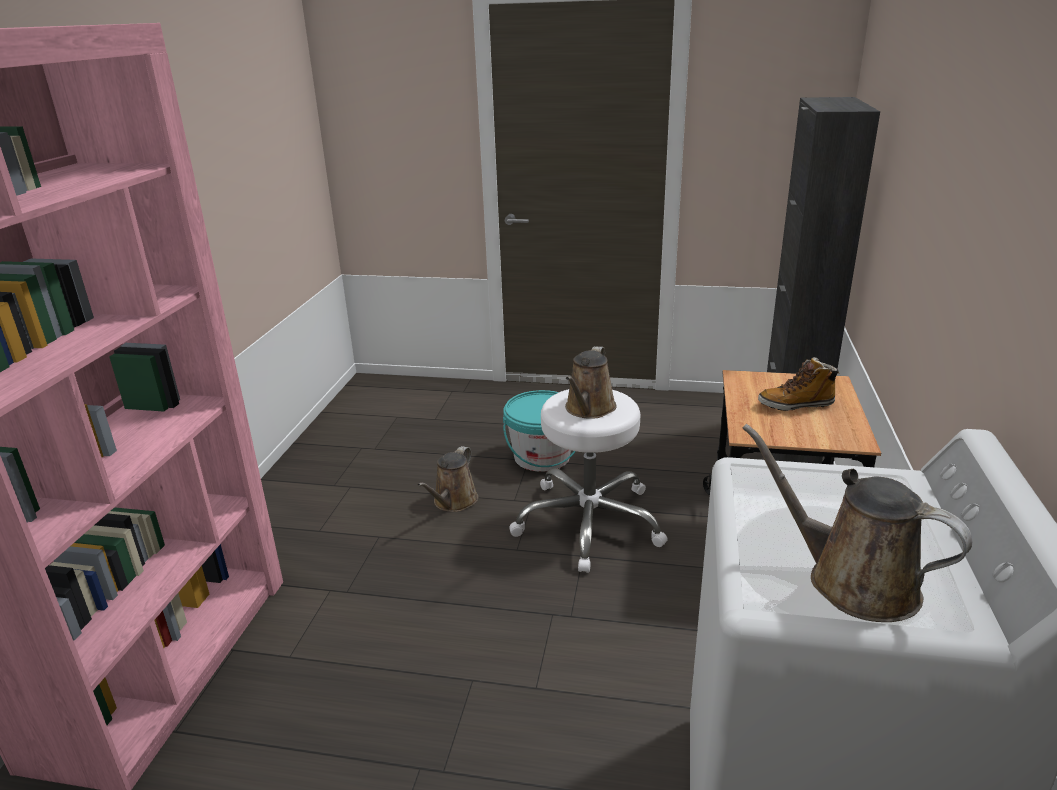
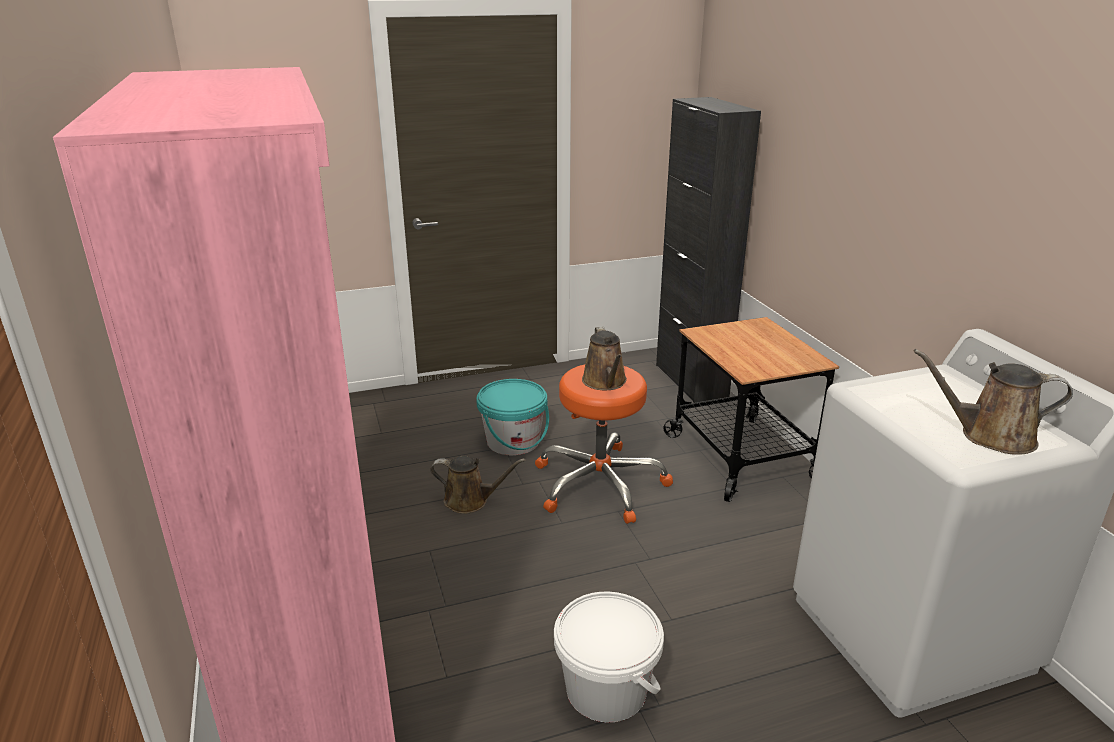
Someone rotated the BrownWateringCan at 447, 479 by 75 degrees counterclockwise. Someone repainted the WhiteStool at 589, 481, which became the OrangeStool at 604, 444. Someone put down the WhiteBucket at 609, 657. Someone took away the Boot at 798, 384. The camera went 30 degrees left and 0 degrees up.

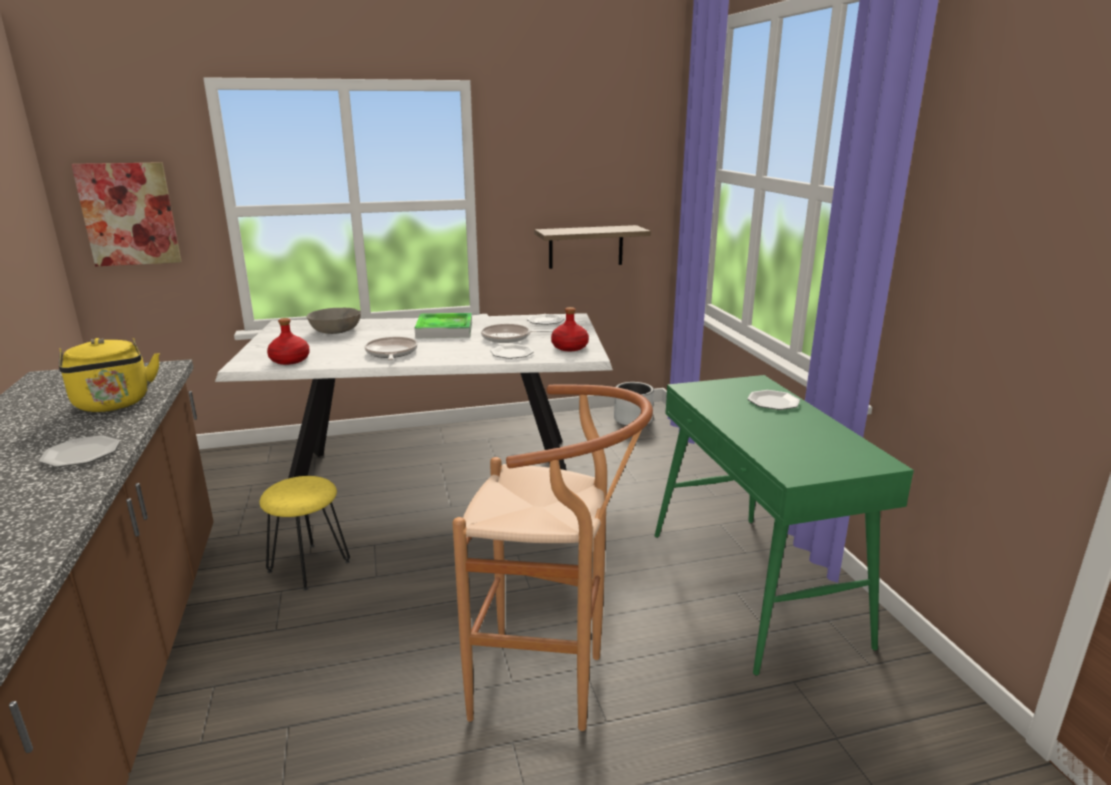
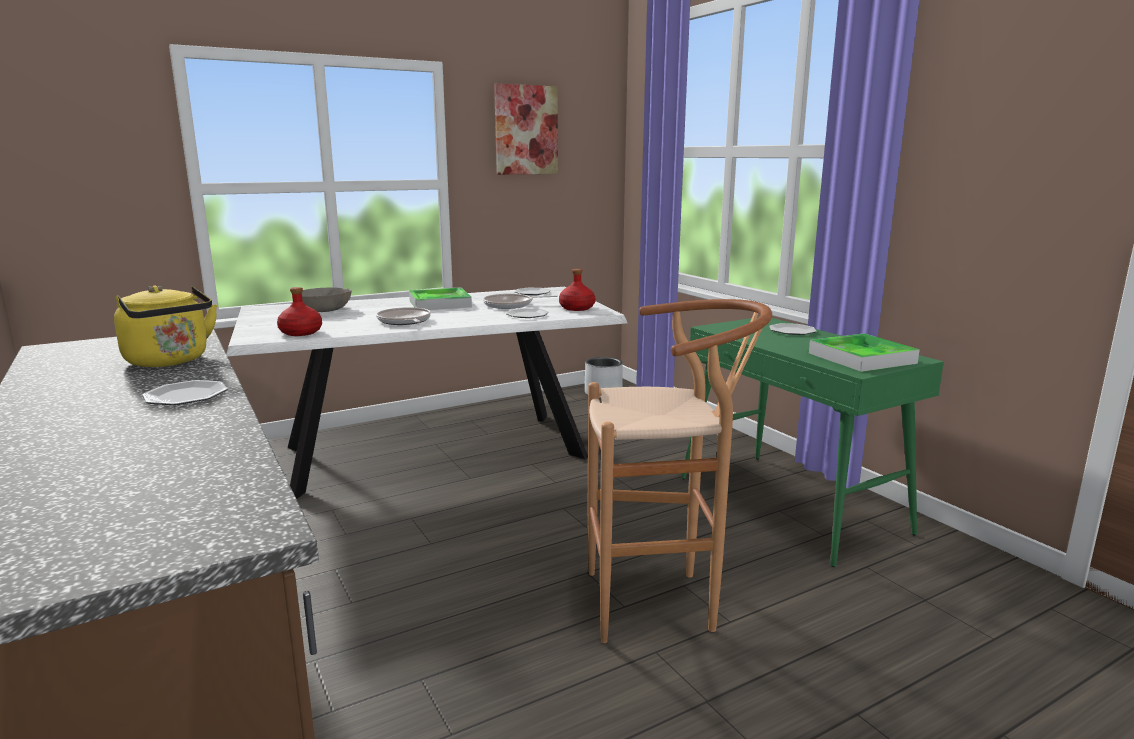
Someone carried the Picture from 126, 214 to 526, 129. Someone put down the Tray at 864, 352. Someone took away the YellowStool at 304, 533. Someone took away the Shelf at 593, 247. The camera went 15 degrees left and 5 degrees down.

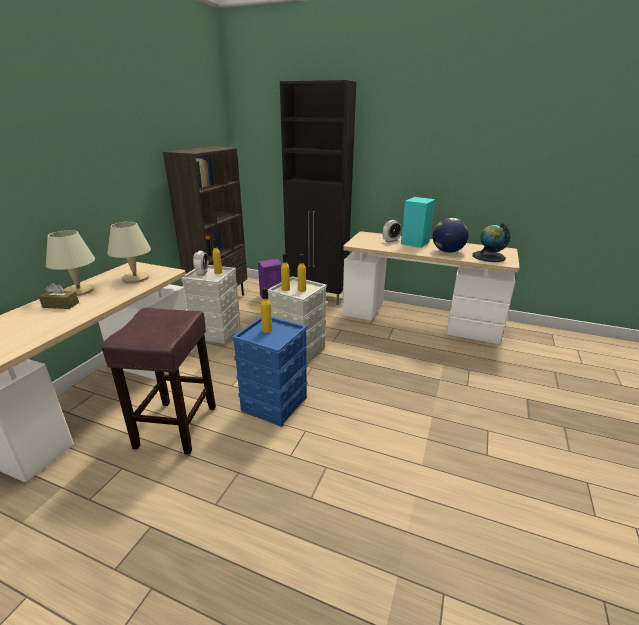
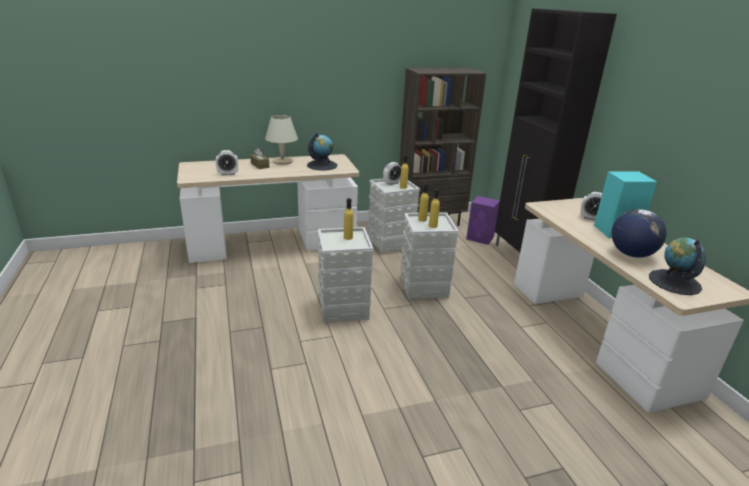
Someone put down the AlarmClock at 227, 163. Someone swapped the BeigeTableLamp at 129, 252 for the Globe at 322, 152. Someone repainted the BlueStorageBox at 270, 372, which became the GreyStorageBox at 346, 275. Someone took away the BrownStool at 159, 381. The camera went 50 degrees right and 0 degrees up.

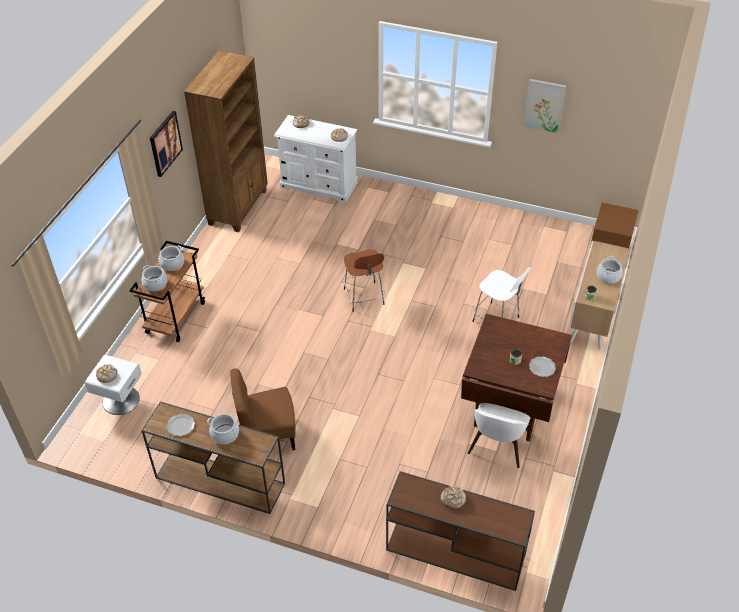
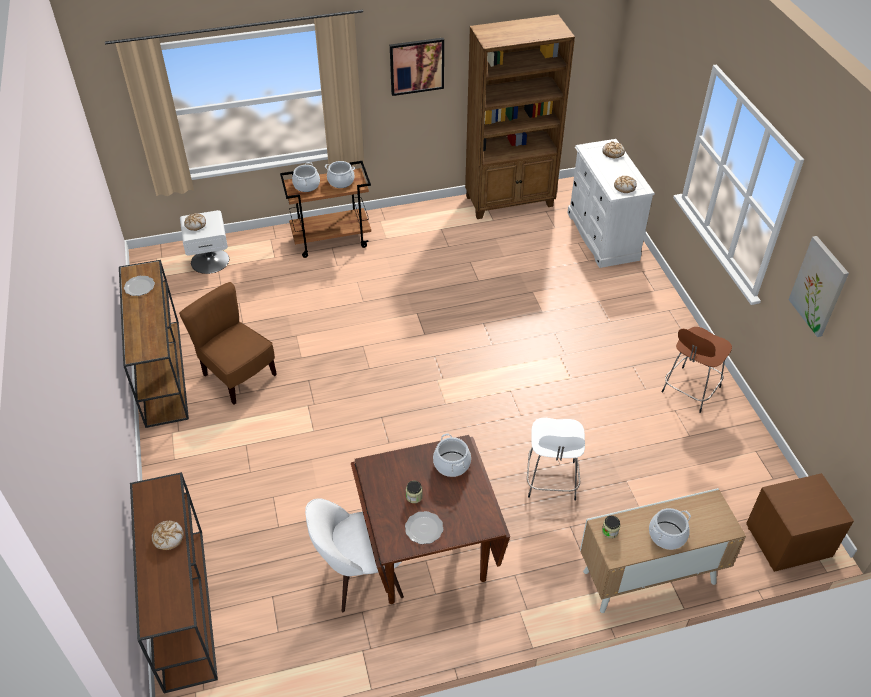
Someone carried the CookingPot from 223, 429 to 452, 455. Someone carried the BrownStool from 364, 280 to 697, 370. The camera went 55 degrees right and 0 degrees up.

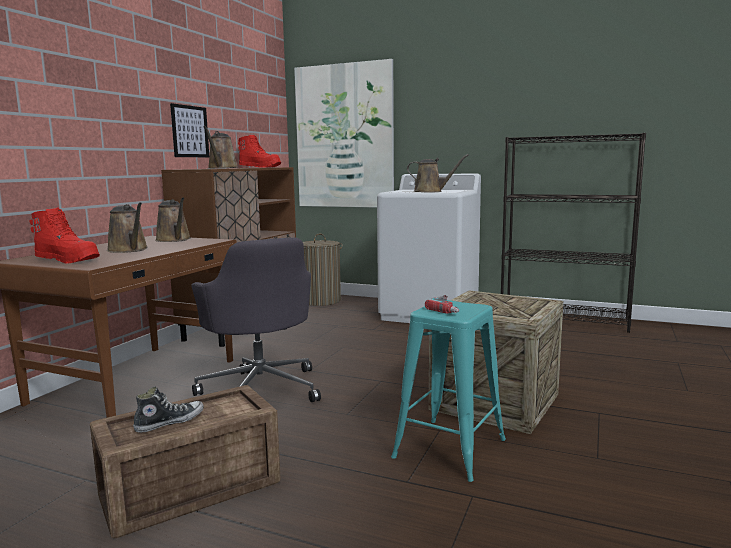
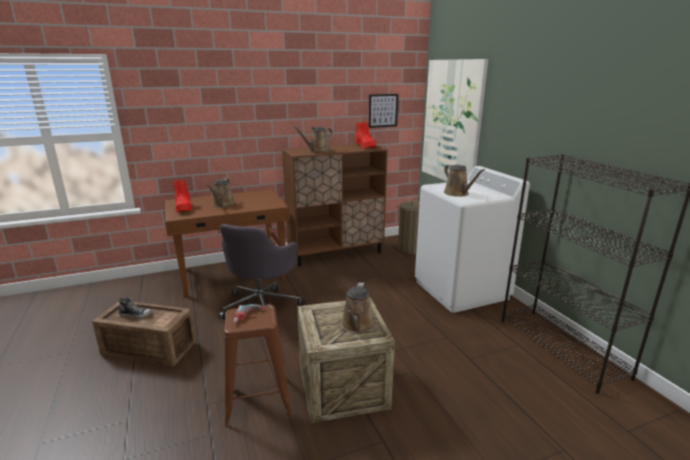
Someone repainted the TurquoiseStool at 448, 391, which became the BrownStool at 258, 366. Someone carried the BrownWateringCan from 173, 219 to 358, 308. Someone carried the Picture from 189, 130 to 383, 111. The camera went 45 degrees right and 10 degrees up.

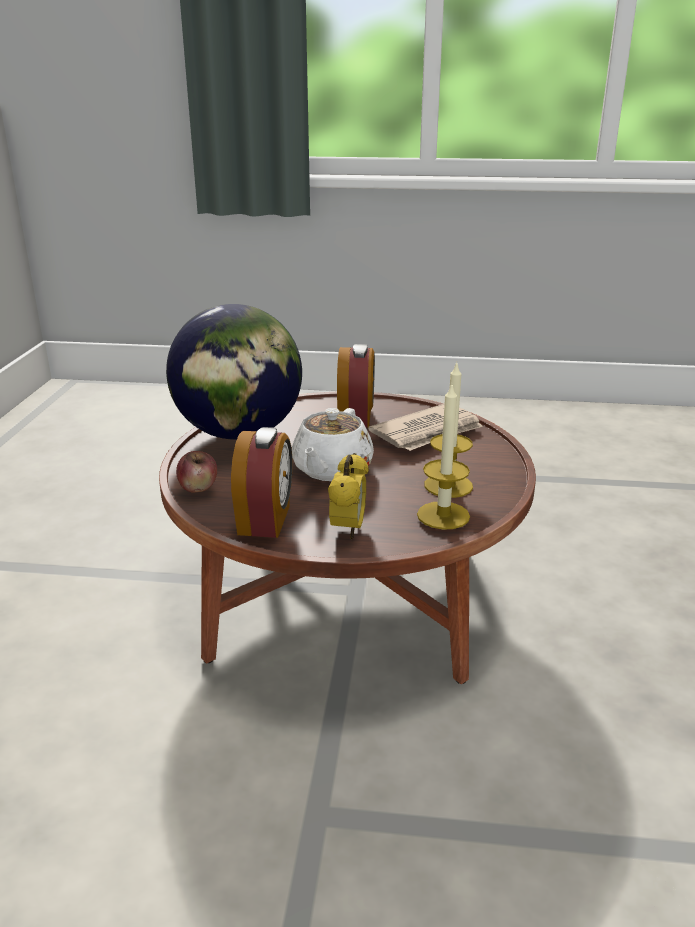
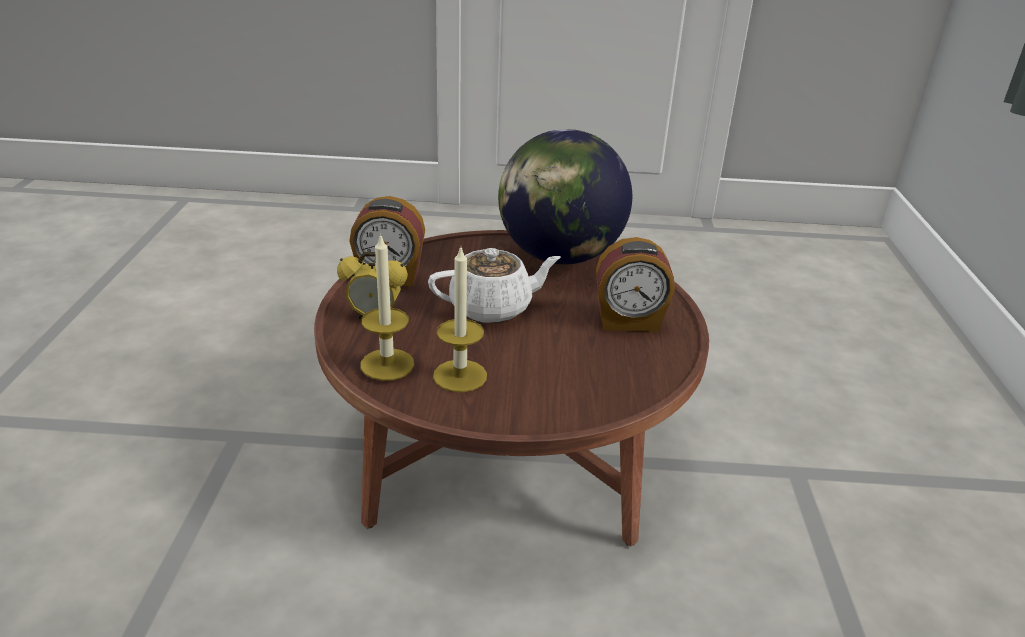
Someone rotated the WhiteTeapot at 333, 444 by 150 degrees clockwise. Someone took away the Apple at 196, 472. Someone took away the Newspaper at 425, 427. The camera went 85 degrees right and 5 degrees up.

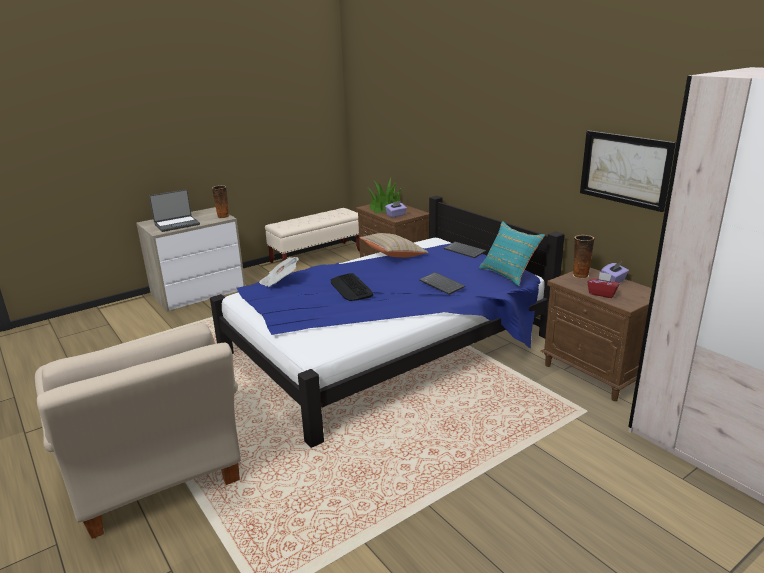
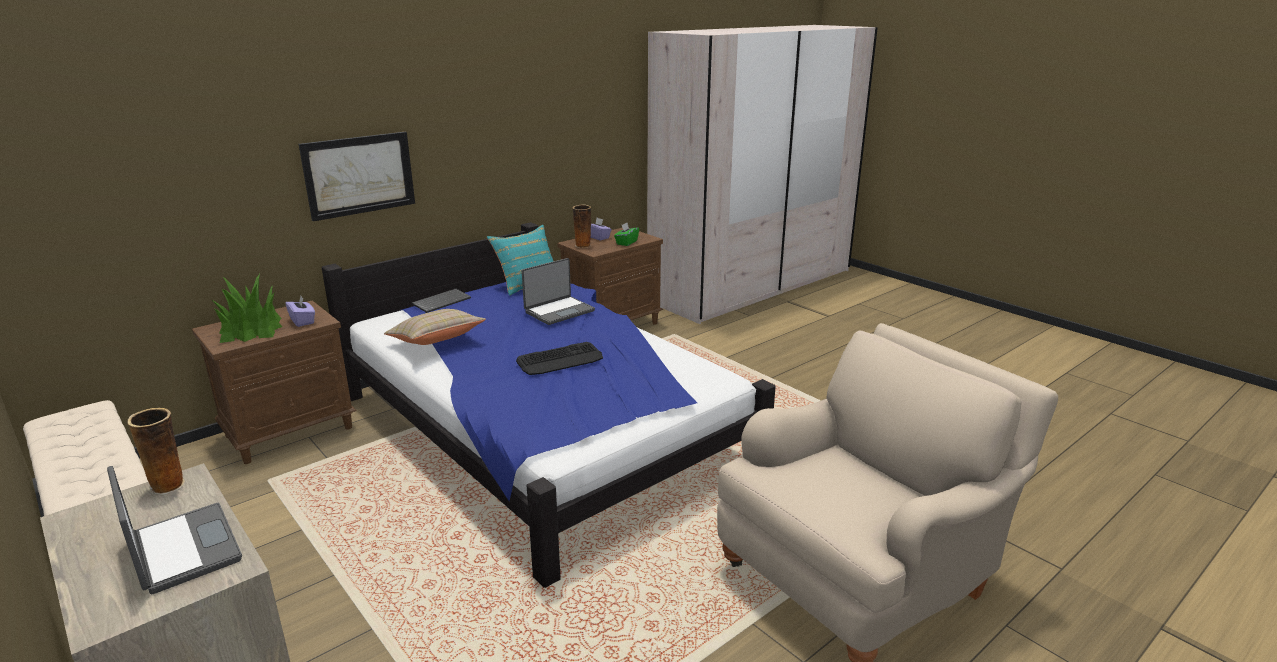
Someone carried the Picture from 628, 171 to 357, 176. Someone swapped the Keyboard at 442, 283 for the Laptop at 558, 291. Someone repainted the RedTissueBox at 603, 285, which became the GreenTissueBox at 626, 234. Someone took away the Newspaper at 279, 272. The camera went 95 degrees left and 0 degrees up.

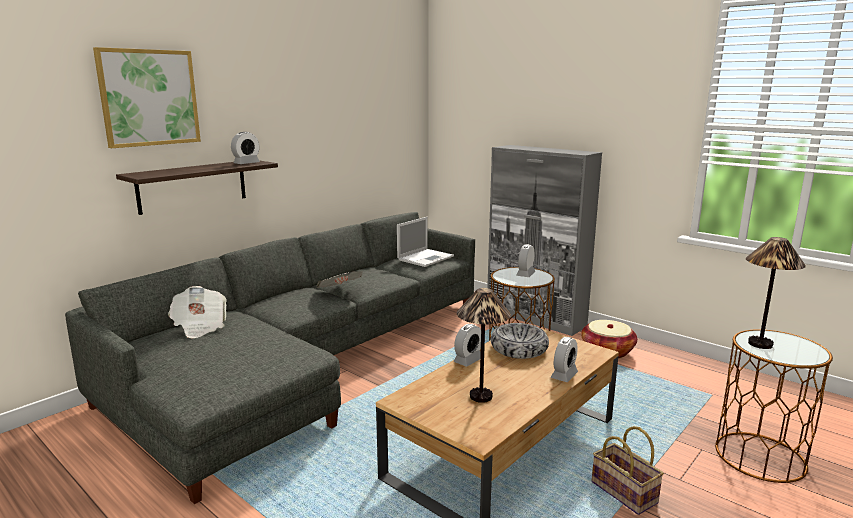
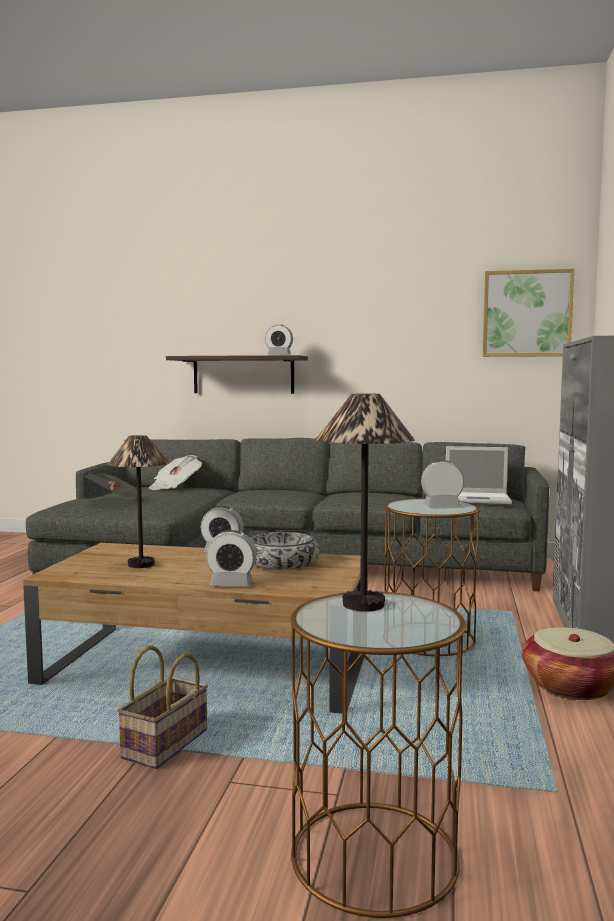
Someone carried the Newspaper from 339, 279 to 114, 485. Someone carried the Picture from 147, 97 to 528, 313. The camera went 60 degrees right and 10 degrees down.

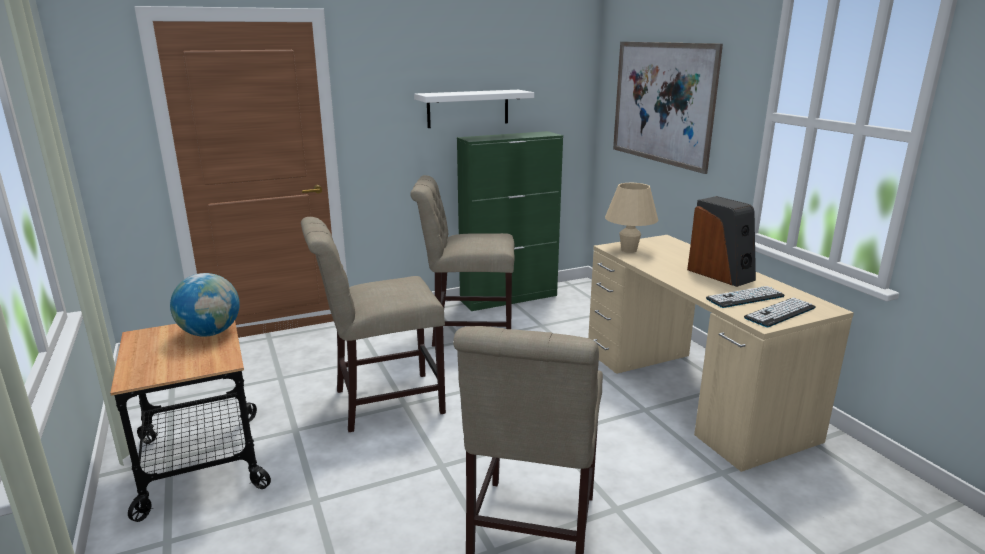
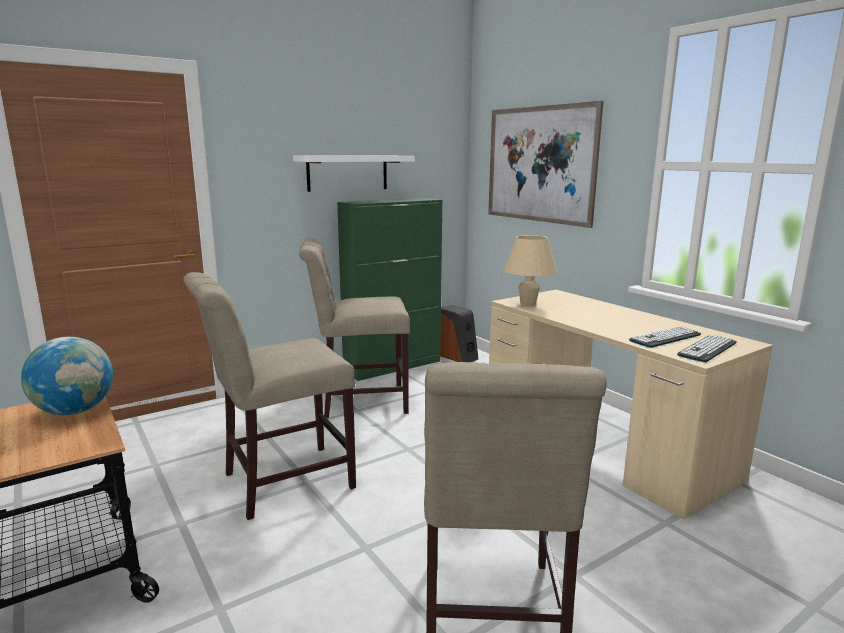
Someone carried the Speaker from 721, 241 to 459, 333. The camera went 10 degrees left and 5 degrees down.

